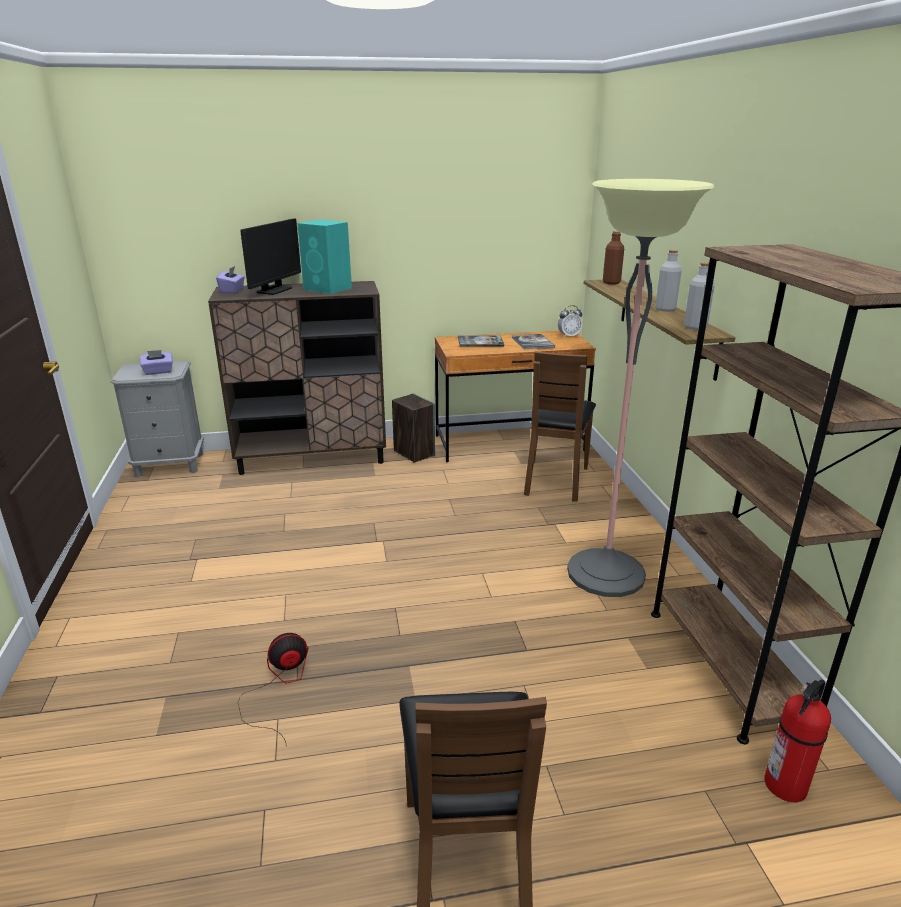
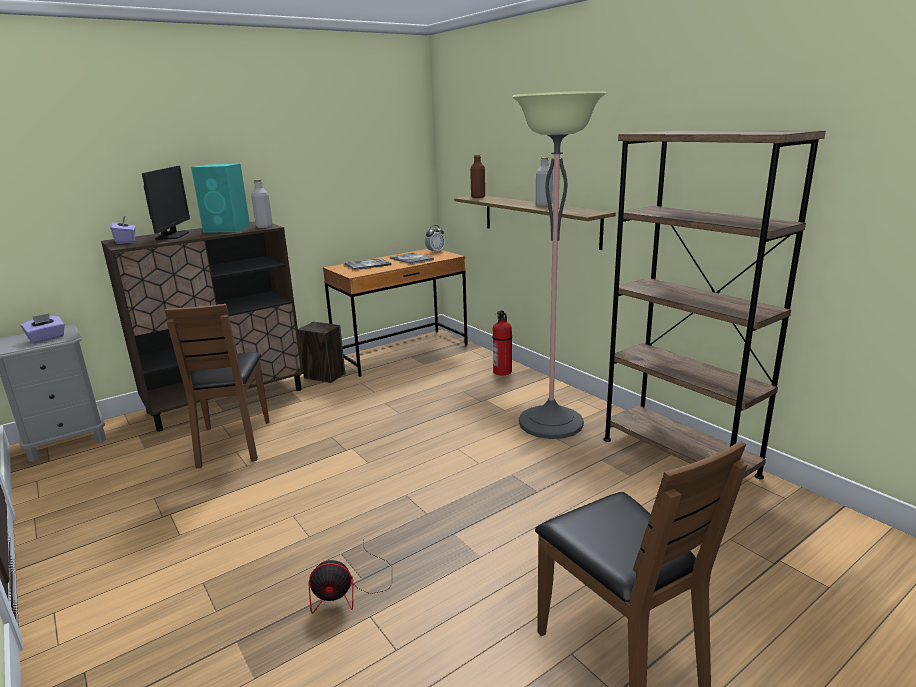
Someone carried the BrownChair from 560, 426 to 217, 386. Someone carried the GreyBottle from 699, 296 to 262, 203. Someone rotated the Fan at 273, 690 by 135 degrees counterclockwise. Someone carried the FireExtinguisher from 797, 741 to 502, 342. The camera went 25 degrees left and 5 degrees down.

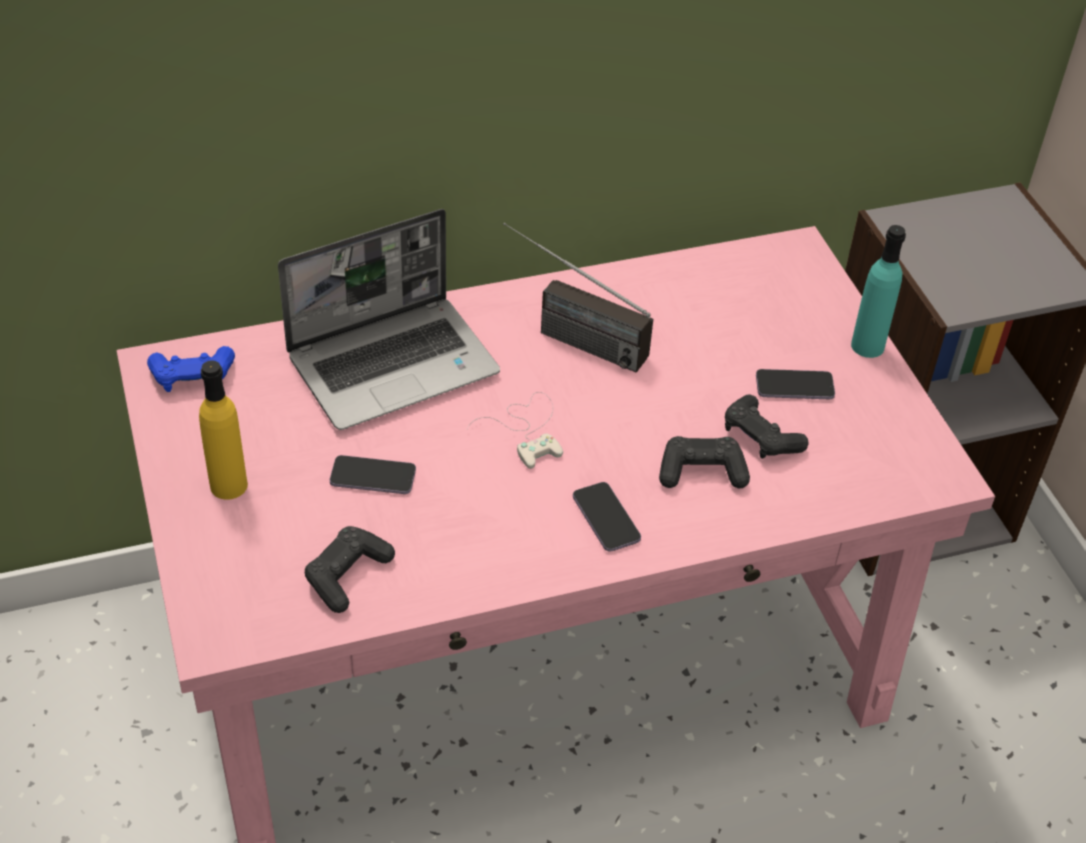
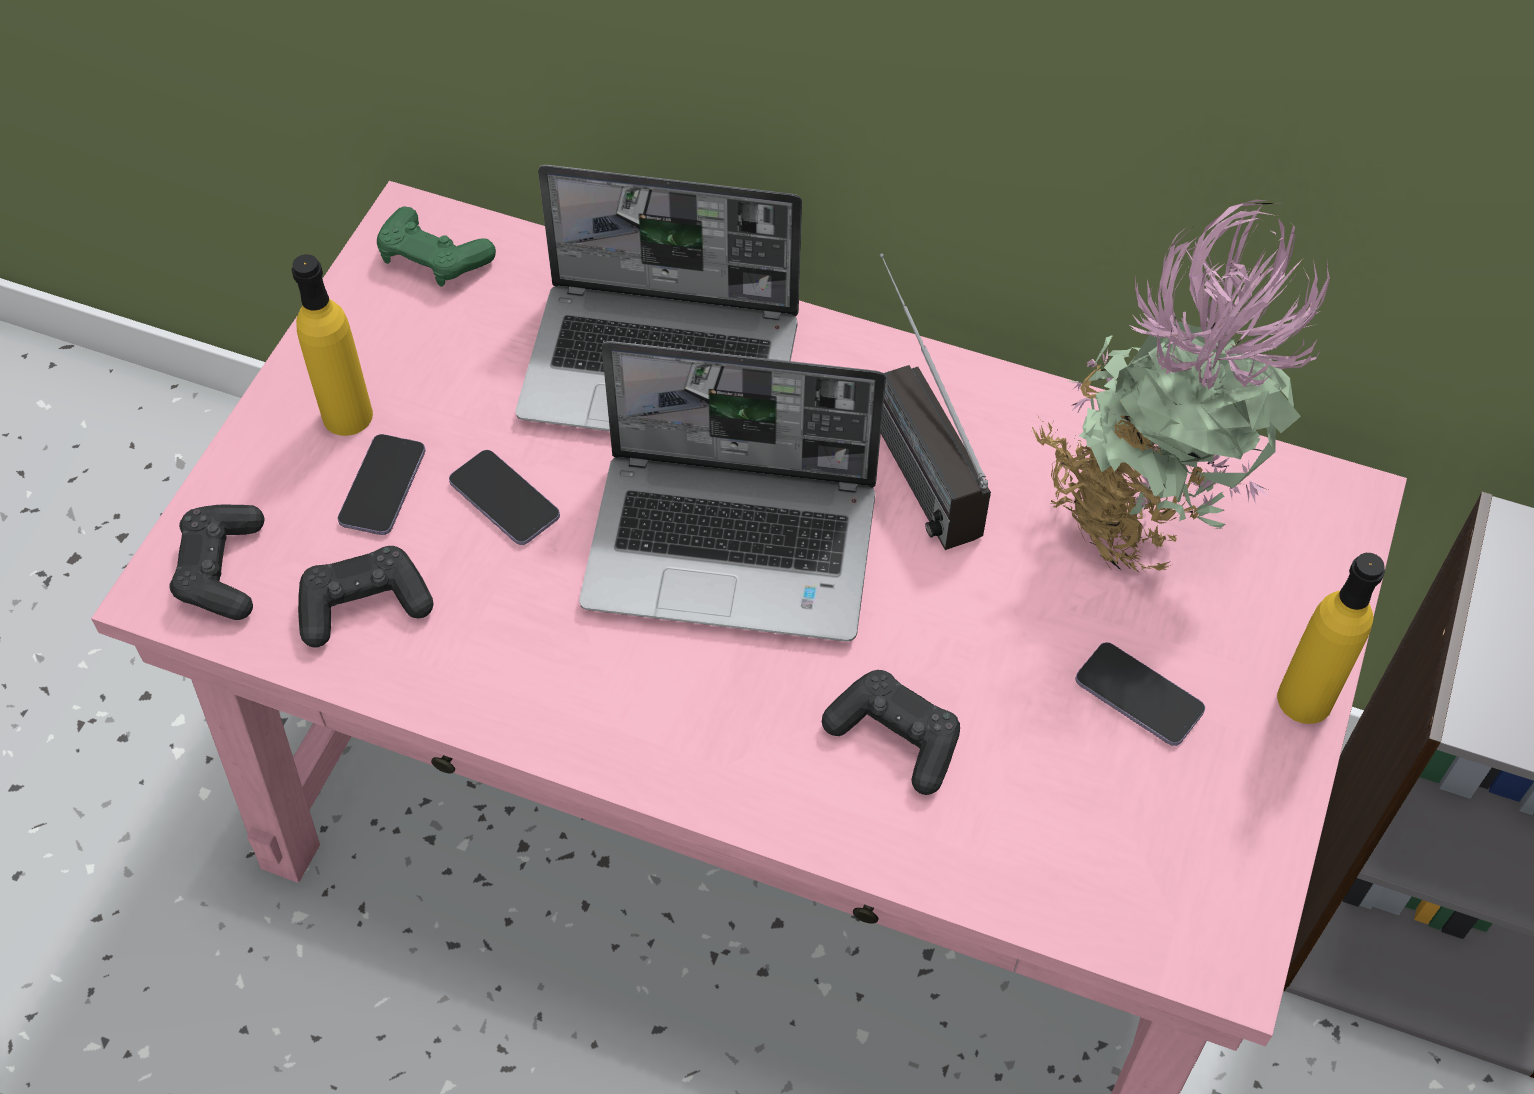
Someone carried the BlackGameController from 767, 427 to 216, 562. Someone carried the Phone from 607, 517 to 381, 484. Someone repainted the BlueGameController at 191, 369, which became the GreenGameController at 436, 247. Someone swapped the WhiteGameController at 515, 430 for the Laptop at 732, 491. Someone put down the PottedPlant at 1178, 385. Someone repainted the TurquoiseBottle at 878, 291, which became the YellowBottle at 1331, 638. The camera went 40 degrees right and 10 degrees up.

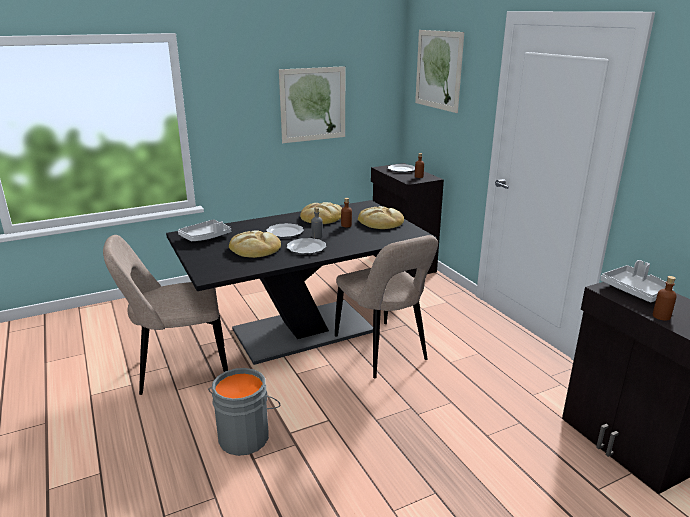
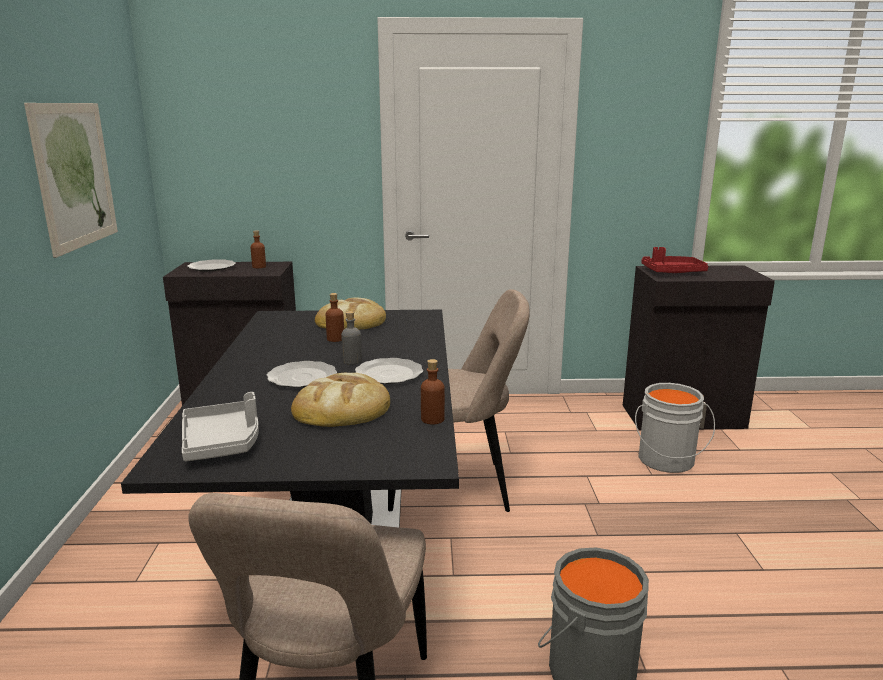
Someone carried the BrownBottle from 665, 298 to 433, 391. Someone put down the GreyBucket at 675, 428. Someone repainted the GreyTray at 636, 281, which became the RedTray at 675, 260. Someone took away the Bread at 321, 213. Someone took away the Picture at 439, 71. The camera went 65 degrees left and 5 degrees down.

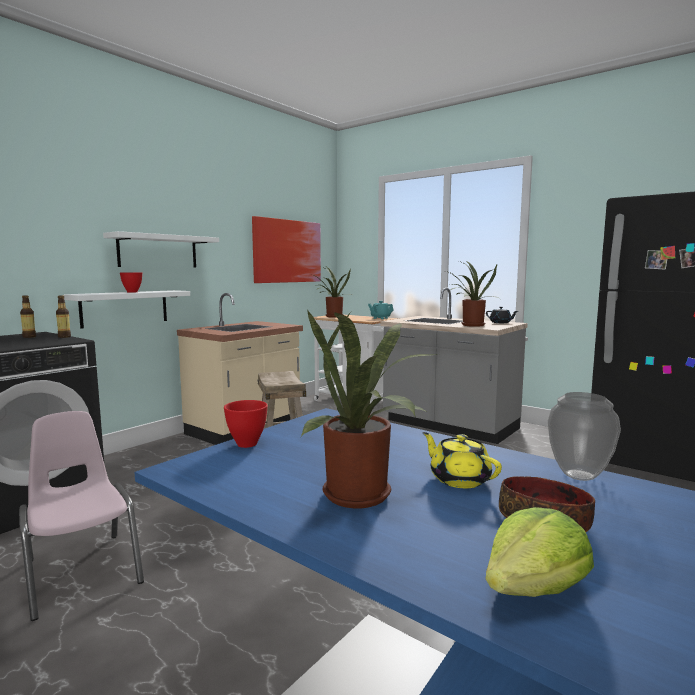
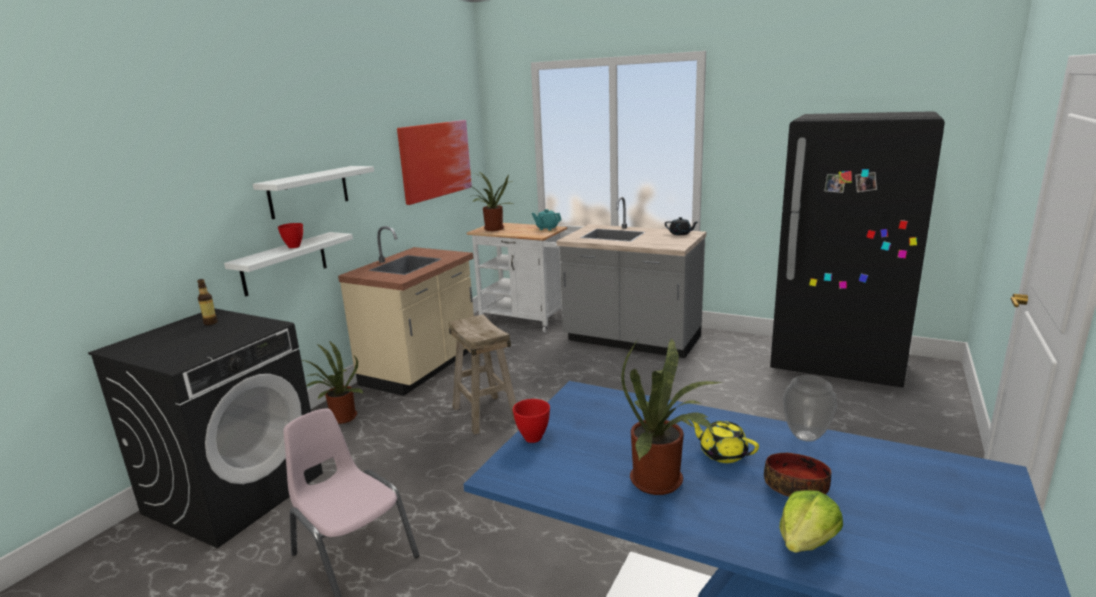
Someone carried the PottedPlant from 472, 294 to 332, 382. Someone took away the Bottle at 63, 316. The camera went 10 degrees left and 10 degrees up.

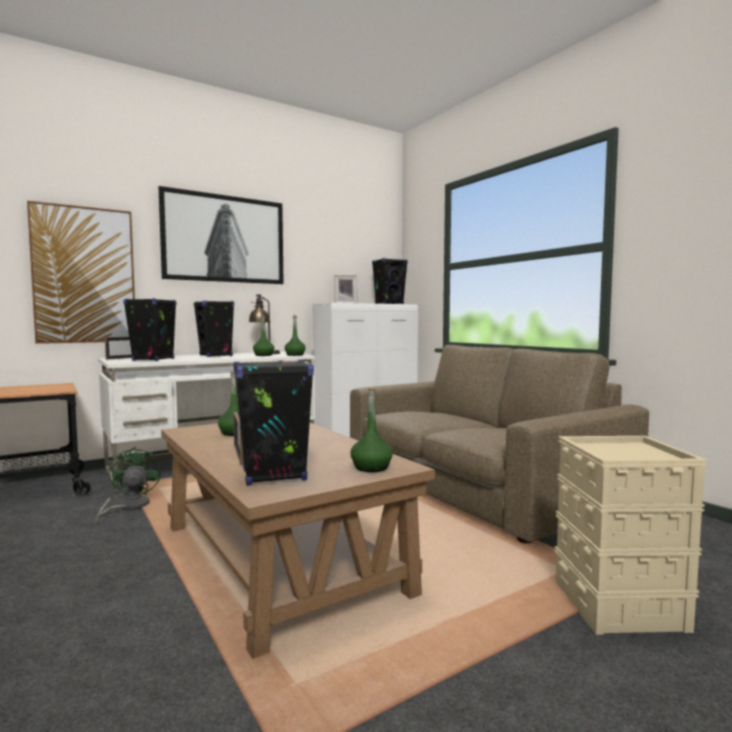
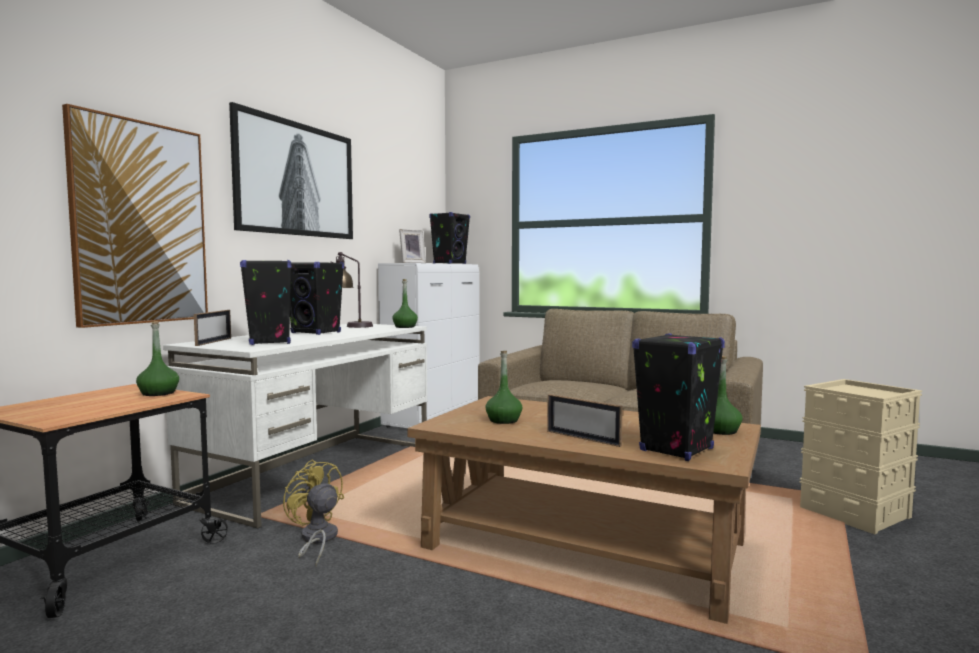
Someone carried the GreenBottle from 263, 335 to 157, 358. Someone repainted the GreenFan at 128, 485, which became the YellowFan at 313, 512. The camera went 30 degrees left and 0 degrees up.

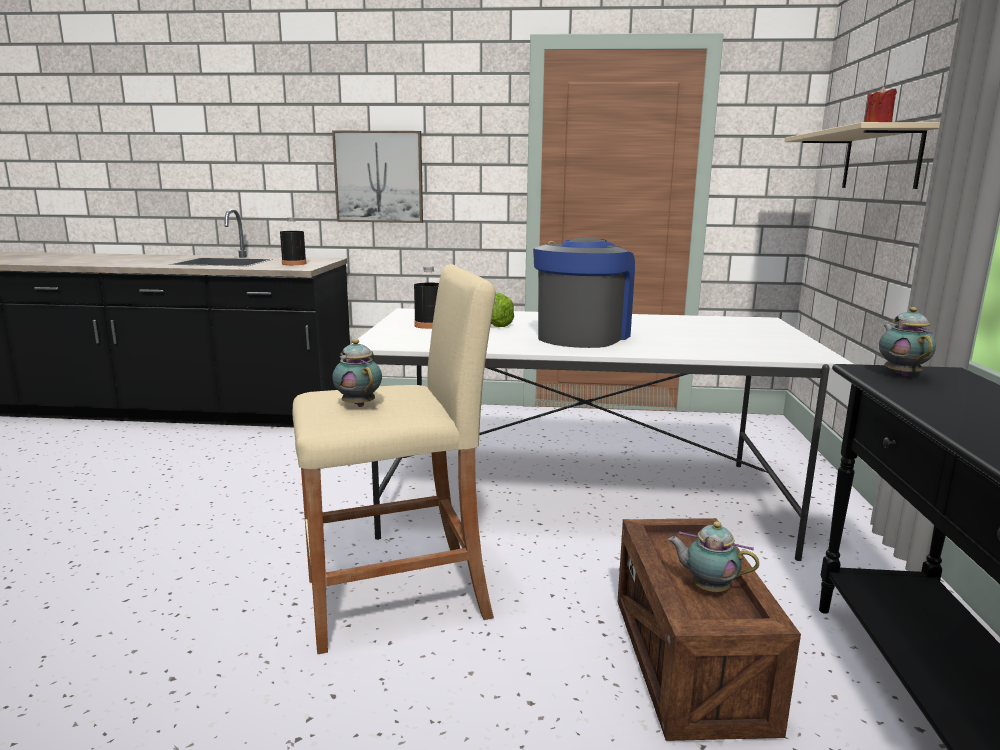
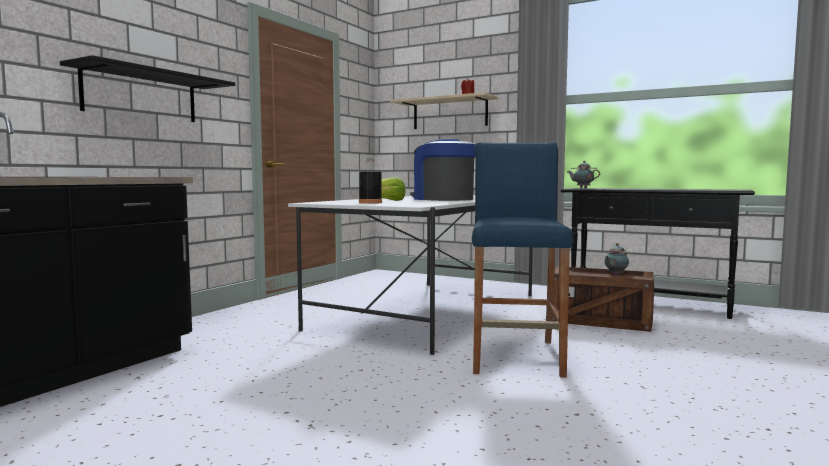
Someone swapped the Picture at 377, 177 for the BlackShelf at 147, 88. Someone repainted the BeigeStool at 394, 459, which became the BlueStool at 522, 260. Someone took away the BlackBottle at 293, 241. Someone took away the Teapot at 357, 373. The camera went 65 degrees left and 10 degrees down.

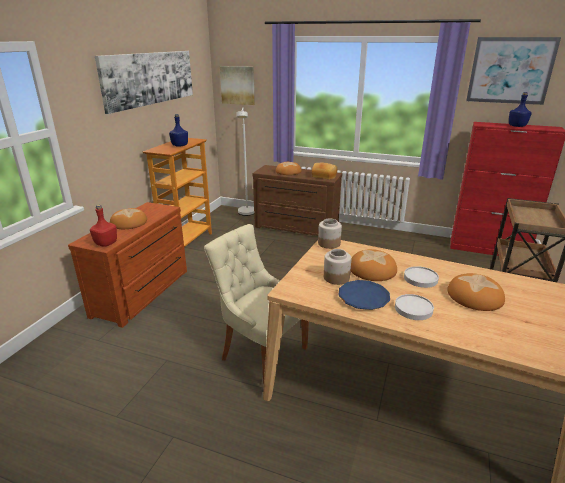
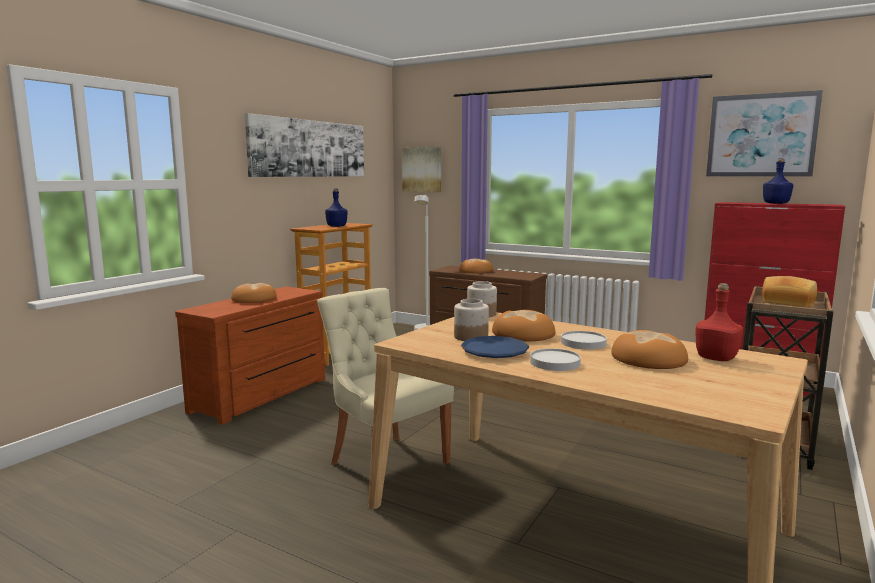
Someone carried the RedBottle from 103, 226 to 719, 322. Someone carried the Bread from 324, 171 to 789, 291. The camera went 10 degrees right and 15 degrees down.

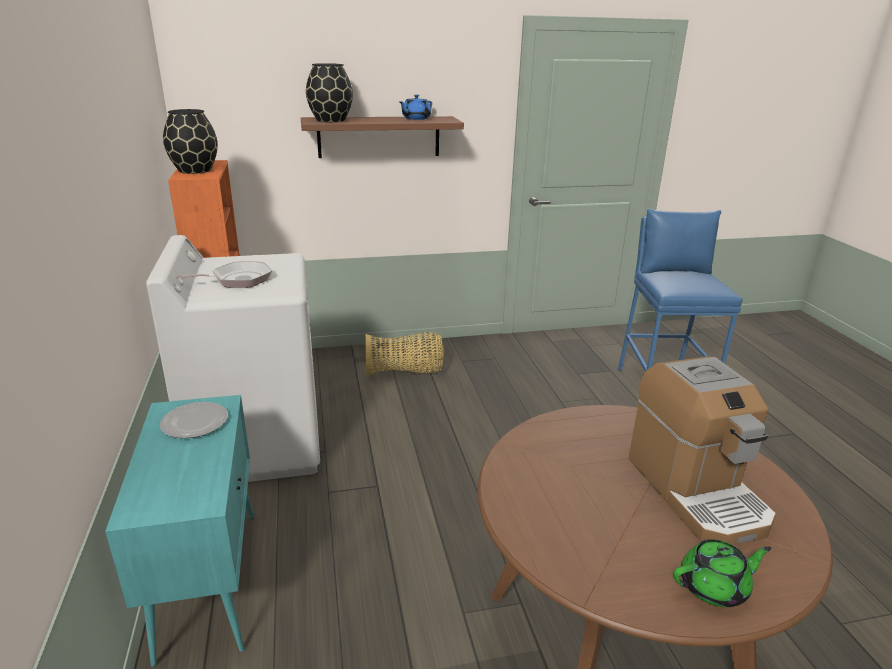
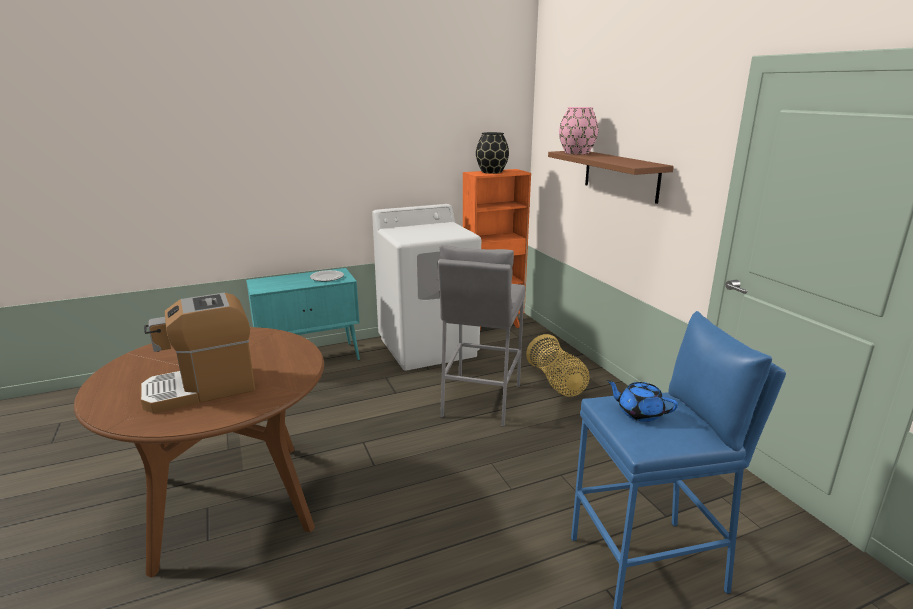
Someone put down the GreyStool at 482, 336. Someone repainted the BlackVase at 329, 92, which became the PinkVase at 578, 130. Someone carried the BlueTeapot from 415, 107 to 642, 401. Someone took away the FryingPan at 224, 274. Someone took away the GreenTeapot at 722, 573. The camera went 80 degrees right and 5 degrees down.

